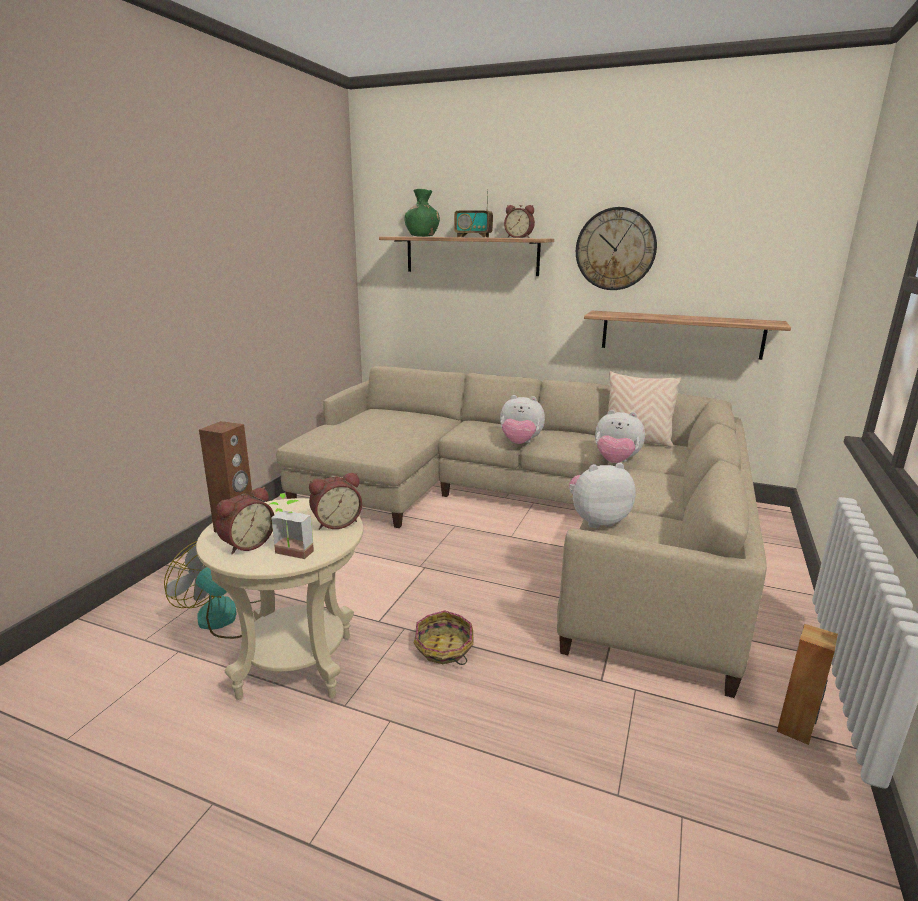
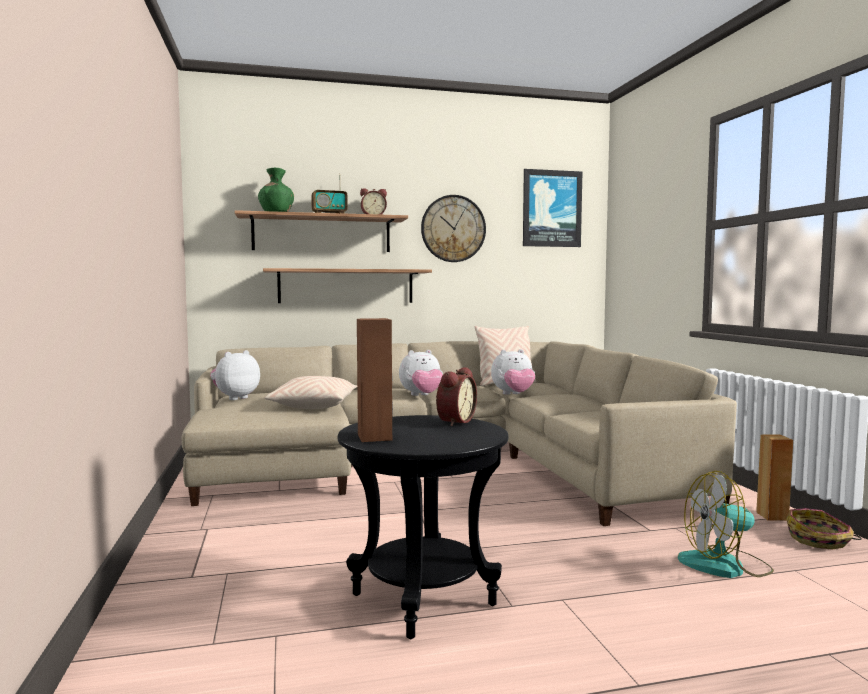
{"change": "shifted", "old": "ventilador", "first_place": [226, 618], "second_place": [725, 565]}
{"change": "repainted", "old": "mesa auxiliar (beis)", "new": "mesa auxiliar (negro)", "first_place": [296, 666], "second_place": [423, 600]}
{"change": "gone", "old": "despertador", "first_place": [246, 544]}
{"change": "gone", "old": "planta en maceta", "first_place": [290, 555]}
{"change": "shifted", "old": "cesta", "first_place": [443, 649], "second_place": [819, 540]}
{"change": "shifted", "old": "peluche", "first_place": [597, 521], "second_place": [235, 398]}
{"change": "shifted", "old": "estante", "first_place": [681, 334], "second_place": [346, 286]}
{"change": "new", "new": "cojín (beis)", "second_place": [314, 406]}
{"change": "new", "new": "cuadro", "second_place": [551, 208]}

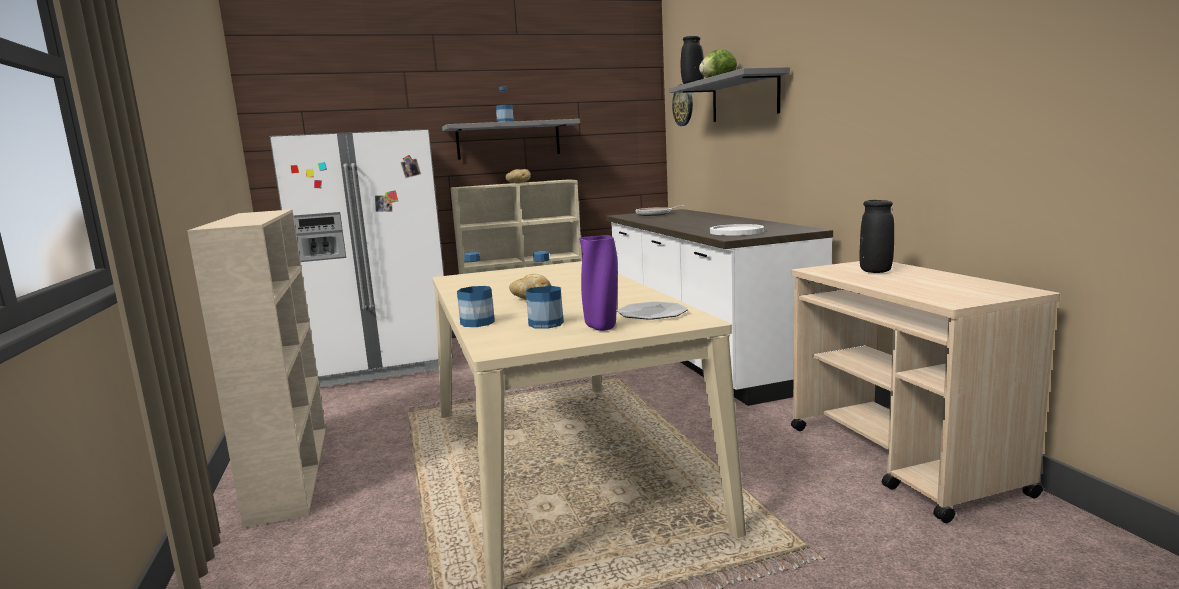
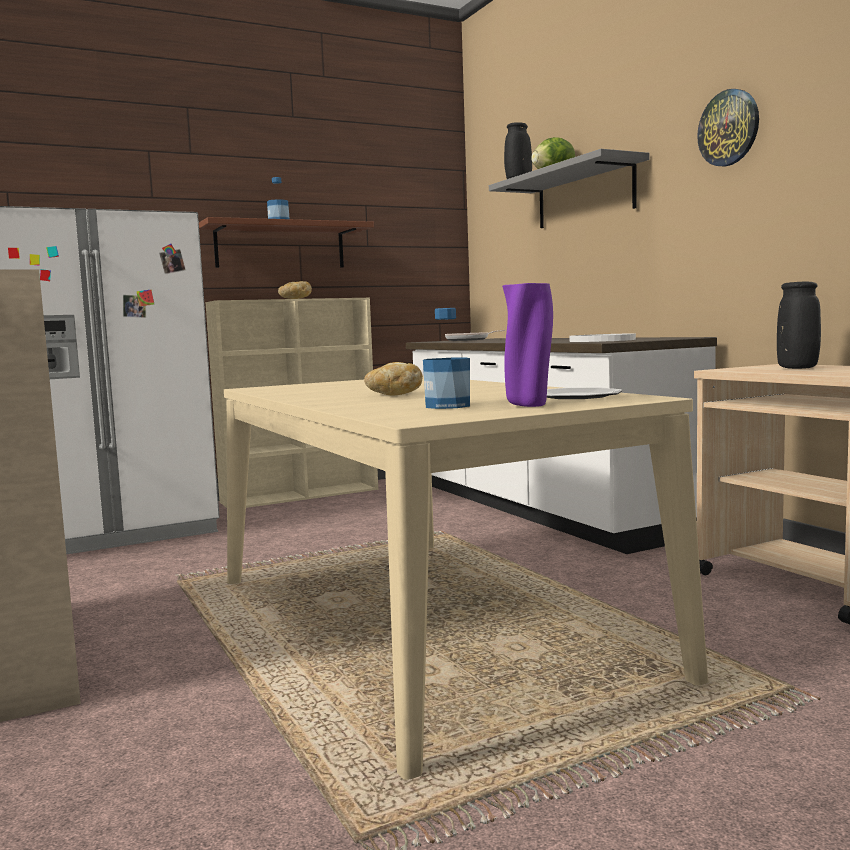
{"change": "repainted", "old": "estante (gris)", "new": "estante (marrón)", "first_place": [508, 140], "second_place": [280, 246]}
{"change": "gone", "old": "botella", "first_place": [477, 322]}
{"change": "shifted", "old": "reloj de pared", "first_place": [683, 105], "second_place": [729, 128]}

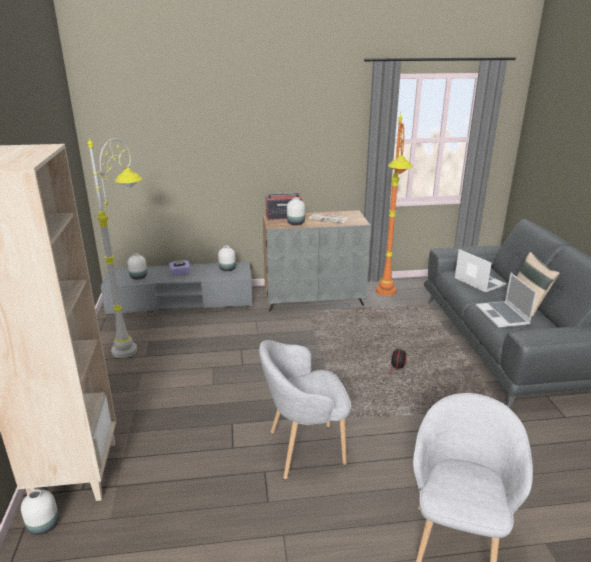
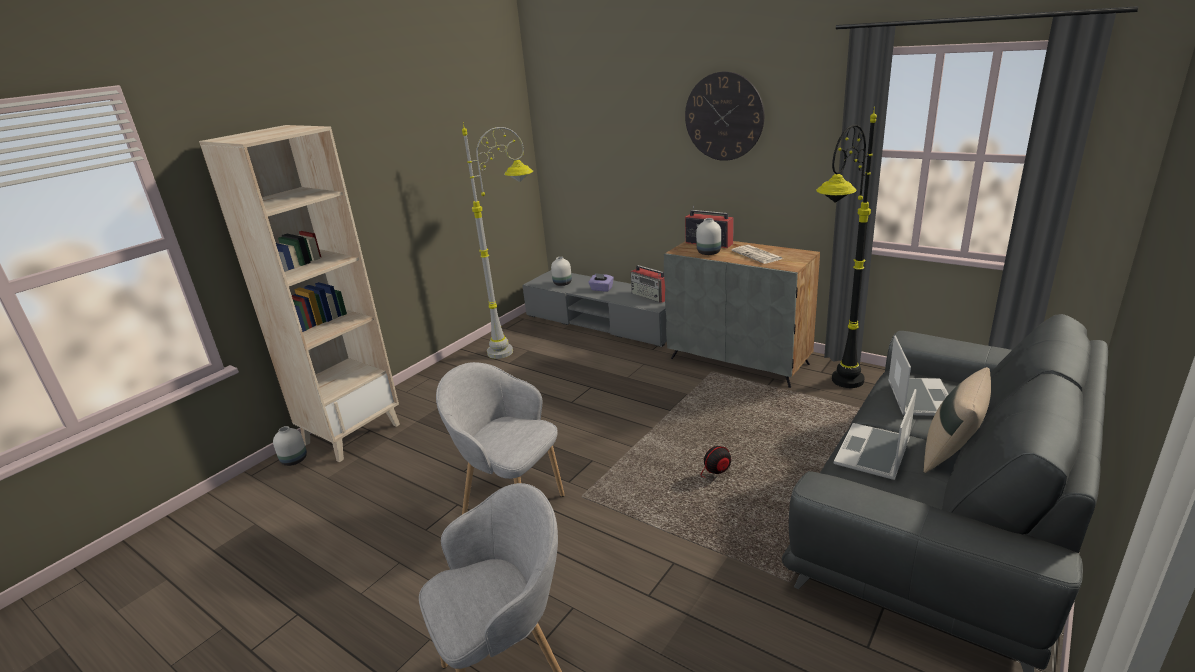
{"change": "swapped", "old": "florero (blanco)", "new": "radio", "first_place": [228, 269], "second_place": [651, 296]}
{"change": "repainted", "old": "lámpara de pie (naranja)", "new": "lámpara de pie (negro)", "first_place": [387, 299], "second_place": [833, 390]}
{"change": "new", "new": "reloj de pared", "second_place": [724, 116]}

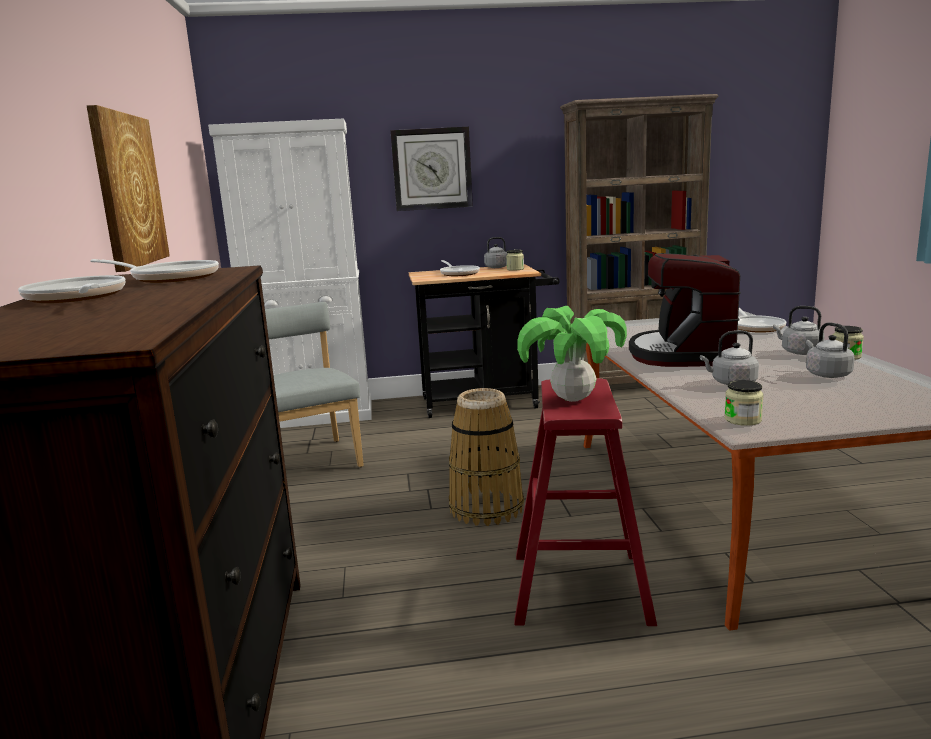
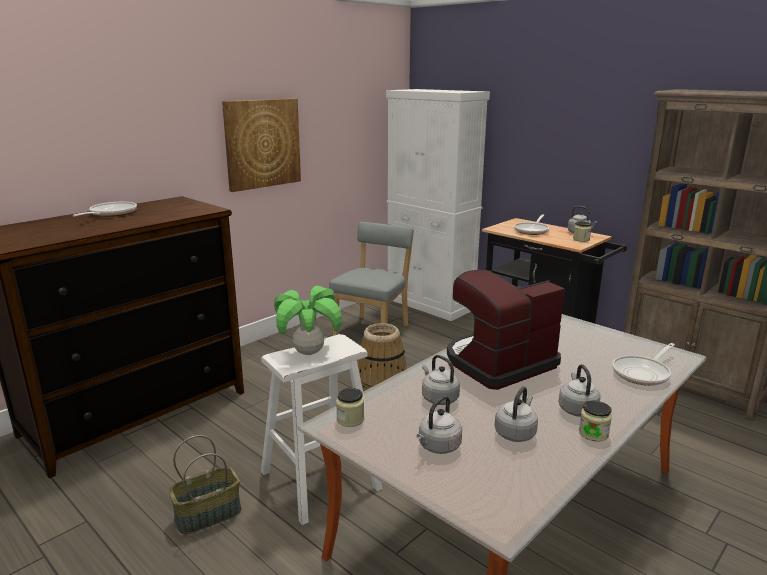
{"change": "gone", "old": "sartén", "first_place": [170, 278]}
{"change": "gone", "old": "reloj de pared", "first_place": [432, 169]}
{"change": "repainted", "old": "taburete (rojo)", "new": "taburete (blanco)", "first_place": [580, 587], "second_place": [320, 480]}
{"change": "new", "new": "cesta", "second_place": [208, 514]}
{"change": "new", "new": "hervidor (gris)", "second_place": [438, 447]}

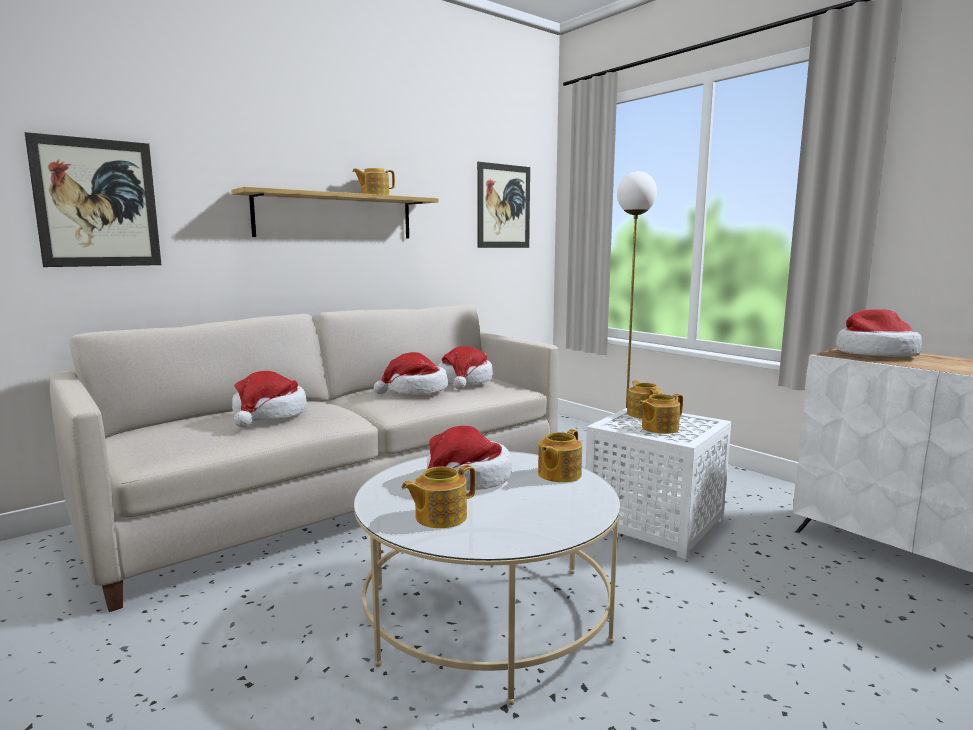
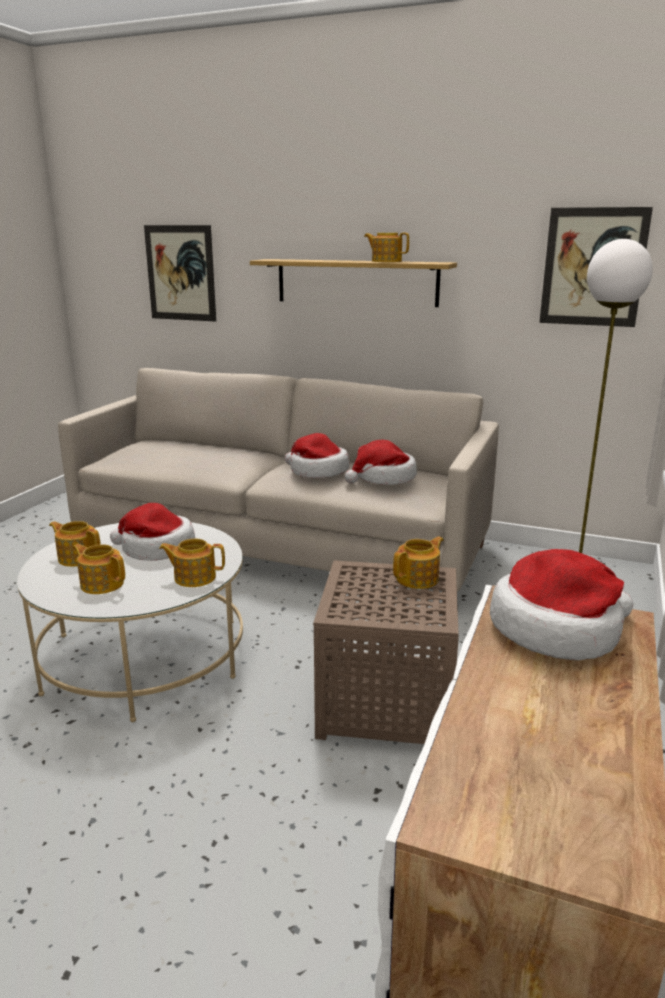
{"change": "gone", "old": "sombrero", "first_place": [269, 415]}
{"change": "repainted", "old": "mesa auxiliar (blanco)", "new": "mesa auxiliar (marrón)", "first_place": [653, 521], "second_place": [388, 702]}
{"change": "shifted", "old": "tetera", "first_place": [659, 428], "second_place": [102, 584]}

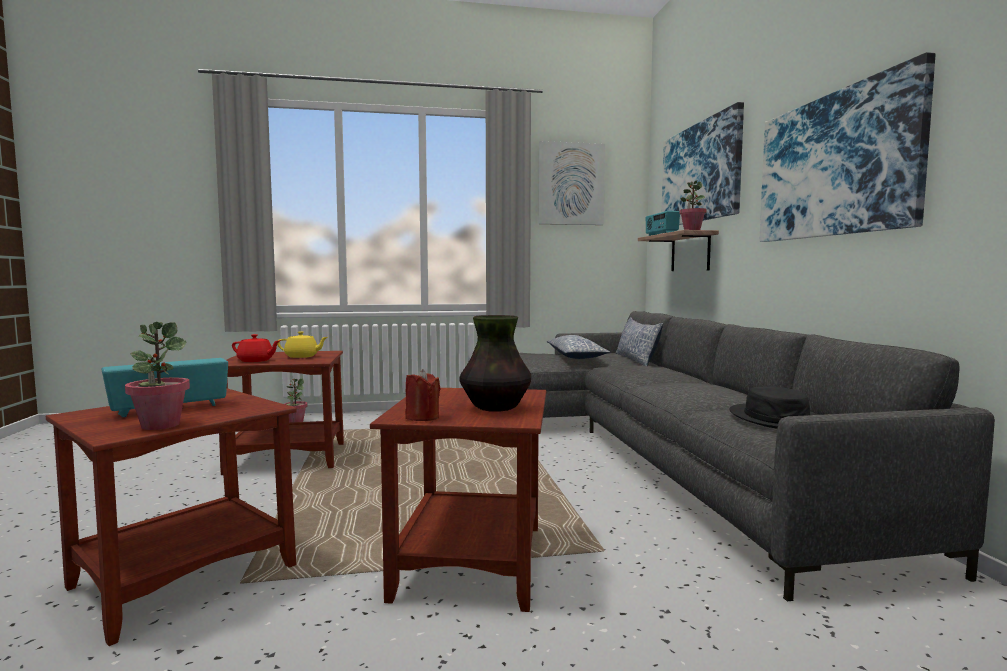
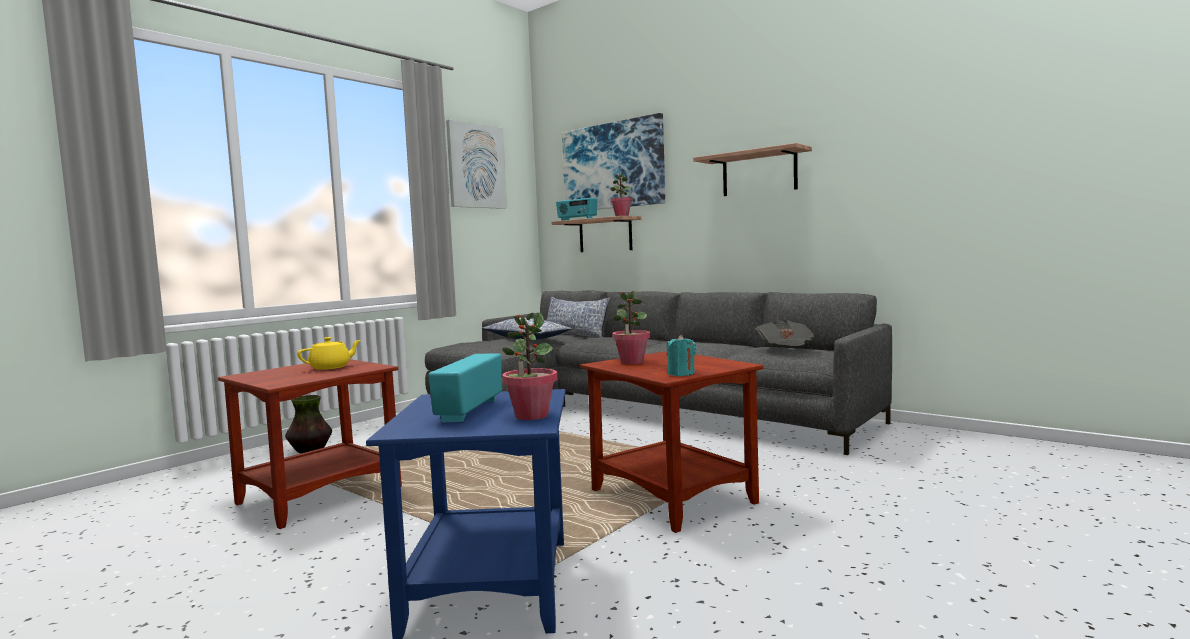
{"change": "repainted", "old": "mesa auxiliar (marrón)", "new": "mesa auxiliar (azul)", "first_place": [185, 578], "second_place": [492, 585]}
{"change": "gone", "old": "tetera (rojo)", "first_place": [256, 361]}
{"change": "shifted", "old": "planta en maceta", "first_place": [295, 421], "second_place": [631, 362]}
{"change": "repainted", "old": "vela (rojo)", "new": "vela (turquesa)", "first_place": [422, 417], "second_place": [681, 374]}
{"change": "shifted", "old": "florero", "first_place": [495, 408], "second_place": [310, 451]}
{"change": "swapped", "old": "sombrero (negro)", "new": "periódico", "first_place": [776, 418], "second_place": [786, 349]}
{"change": "swapped", "old": "cuadro", "new": "estante", "first_place": [835, 165], "second_place": [759, 173]}

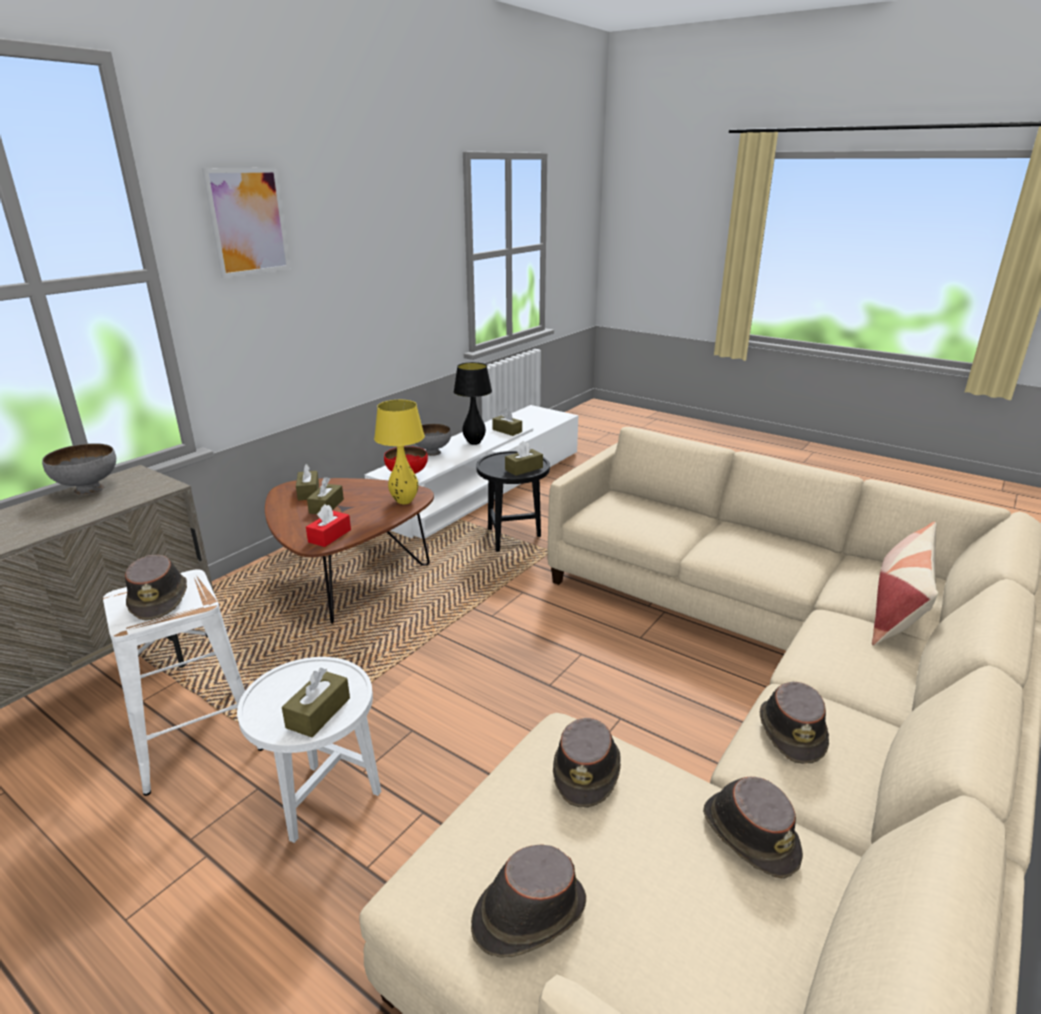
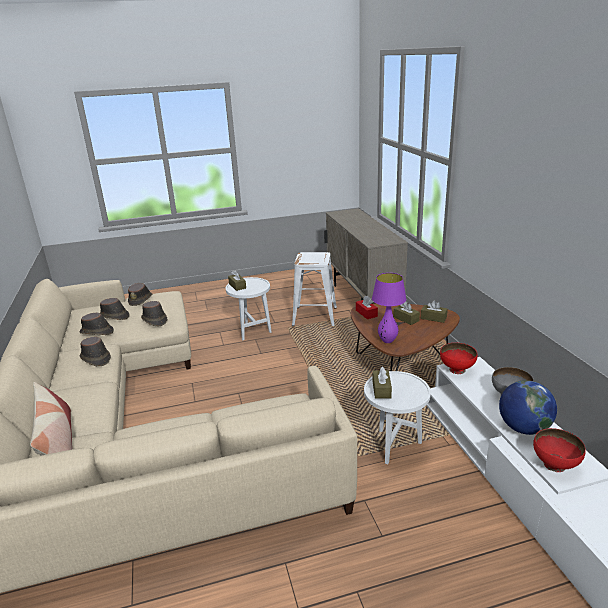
{"change": "gone", "old": "cuenco (gris)", "first_place": [88, 489]}
{"change": "shifted", "old": "sombrero (marrón)", "first_place": [160, 599], "second_place": [114, 316]}
{"change": "gone", "old": "cuadro", "first_place": [248, 222]}
{"change": "repainted", "old": "lámpara de mesa (amarillo)", "new": "lámpara de mesa (morado)", "first_place": [404, 501], "second_place": [387, 341]}
{"change": "swapped", "old": "lámpara de mesa (negro)", "new": "globo terráqueo", "first_place": [474, 443], "second_place": [523, 428]}
{"change": "repainted", "old": "mesa auxiliar (negro)", "new": "mesa auxiliar (blanco)", "first_place": [513, 538], "second_place": [394, 448]}
{"change": "swapped", "old": "caja de pañuelos (marrón)", "new": "cuenco (rojo)", "first_place": [507, 431], "second_place": [554, 465]}

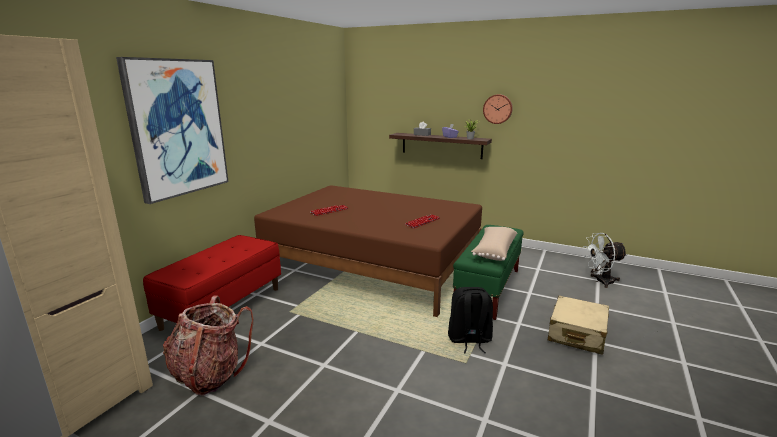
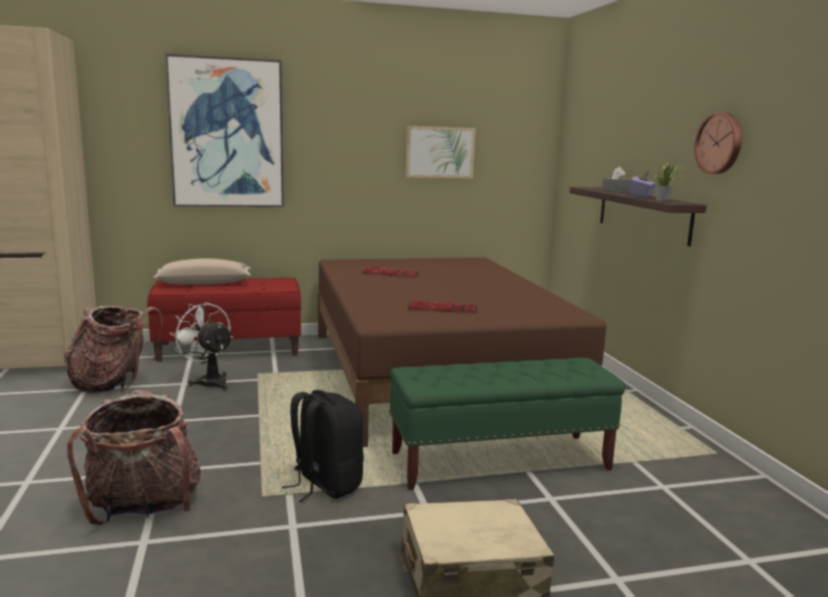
{"change": "shifted", "old": "cojín (beis)", "first_place": [493, 251], "second_place": [204, 283]}
{"change": "shifted", "old": "ventilador (blanco)", "first_place": [600, 281], "second_place": [209, 381]}
{"change": "new", "new": "mochila", "second_place": [144, 508]}
{"change": "new", "new": "cuadro", "second_place": [439, 152]}

